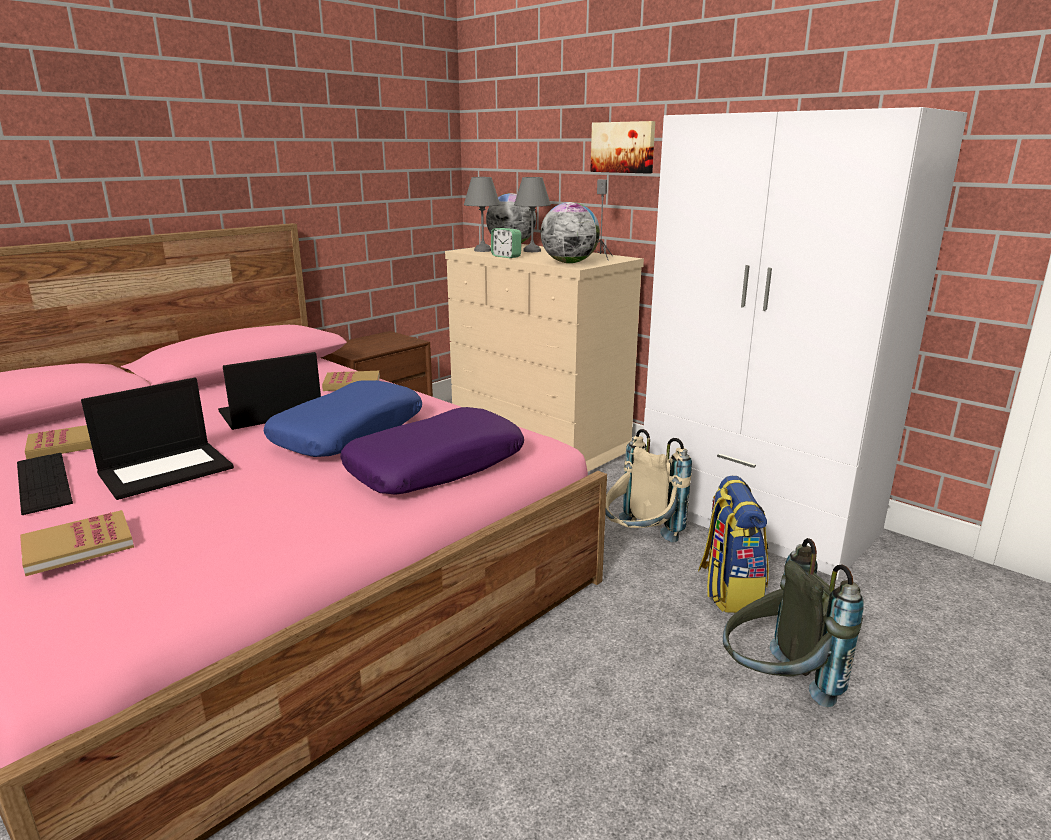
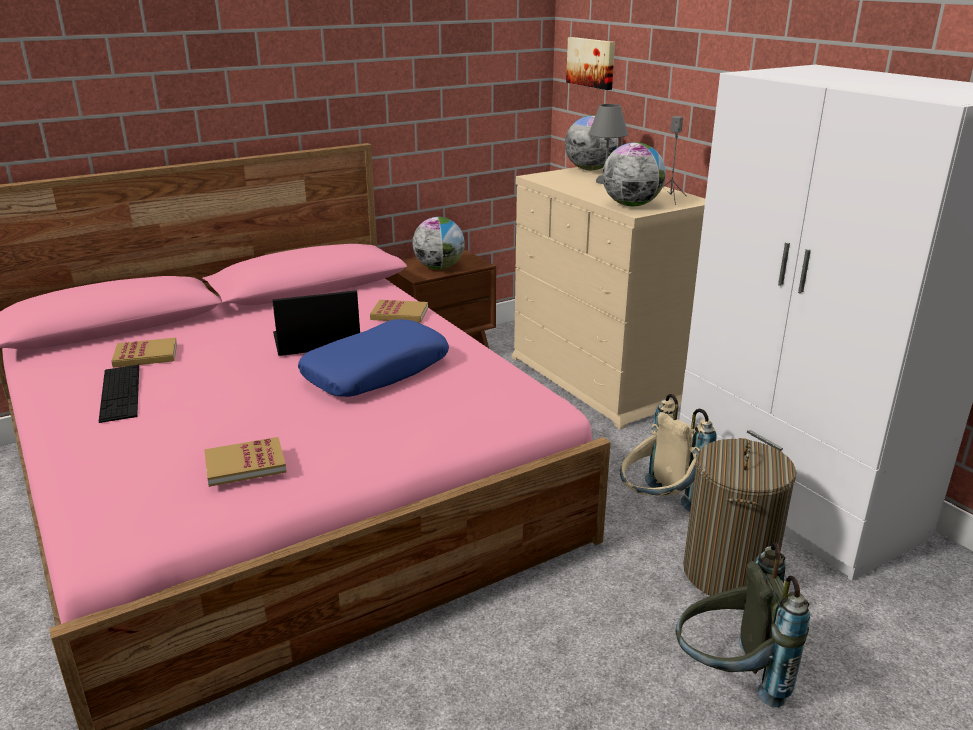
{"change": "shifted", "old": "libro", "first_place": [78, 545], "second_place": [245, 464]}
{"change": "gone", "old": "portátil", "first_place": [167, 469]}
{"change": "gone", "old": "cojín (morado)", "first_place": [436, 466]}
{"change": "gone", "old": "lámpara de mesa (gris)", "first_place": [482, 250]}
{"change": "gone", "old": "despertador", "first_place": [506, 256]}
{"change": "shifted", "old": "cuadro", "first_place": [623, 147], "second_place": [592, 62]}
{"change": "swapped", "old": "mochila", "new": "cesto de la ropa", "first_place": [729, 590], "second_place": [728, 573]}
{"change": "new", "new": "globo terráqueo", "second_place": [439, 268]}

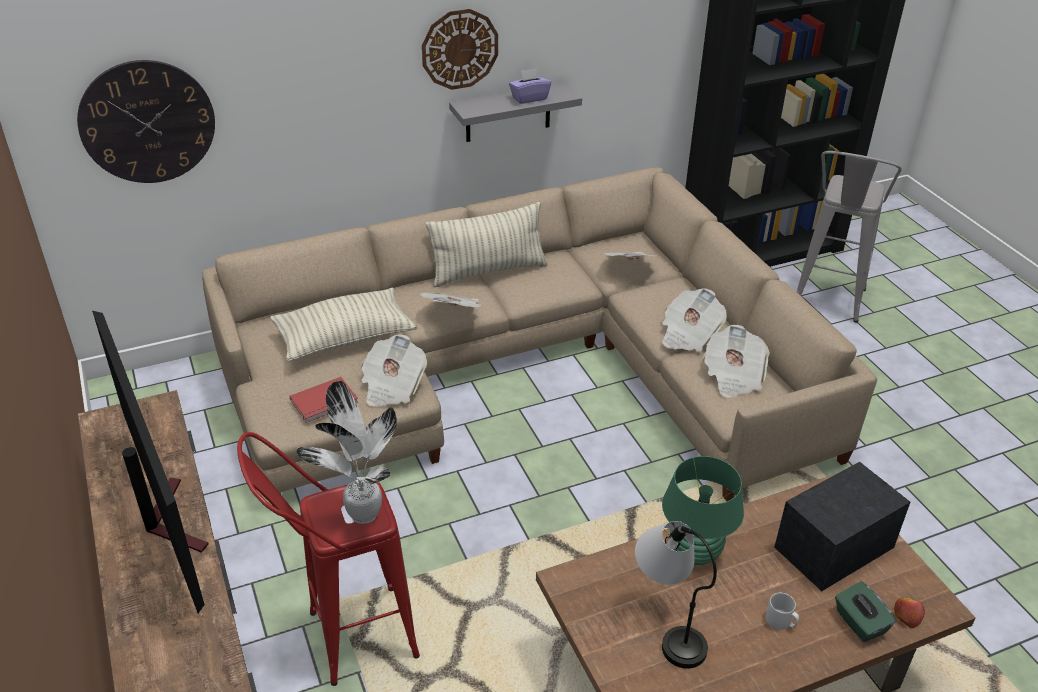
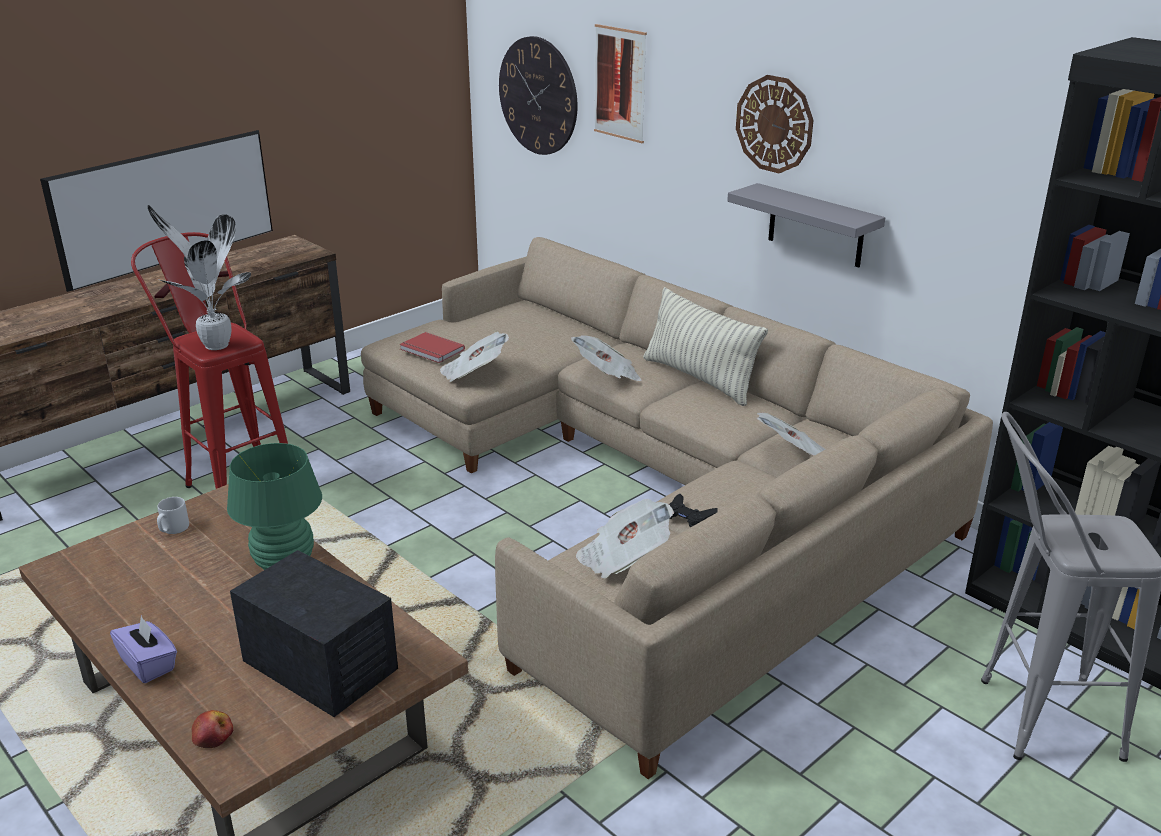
{"change": "gone", "old": "cojín", "first_place": [345, 338]}
{"change": "shifted", "old": "caja de pañuelos (morado)", "first_place": [529, 98], "second_place": [149, 664]}
{"change": "gone", "old": "lámpara de mesa", "first_place": [668, 625]}
{"change": "swapped", "old": "periódico", "new": "mando de consola (negro)", "first_place": [689, 335], "second_place": [688, 516]}
{"change": "shifted", "old": "taza grande (gris)", "first_place": [781, 622], "second_place": [173, 529]}
{"change": "gone", "old": "caja de pañuelos (verde)", "first_place": [859, 623]}
{"change": "new", "new": "cuadro", "second_place": [620, 83]}

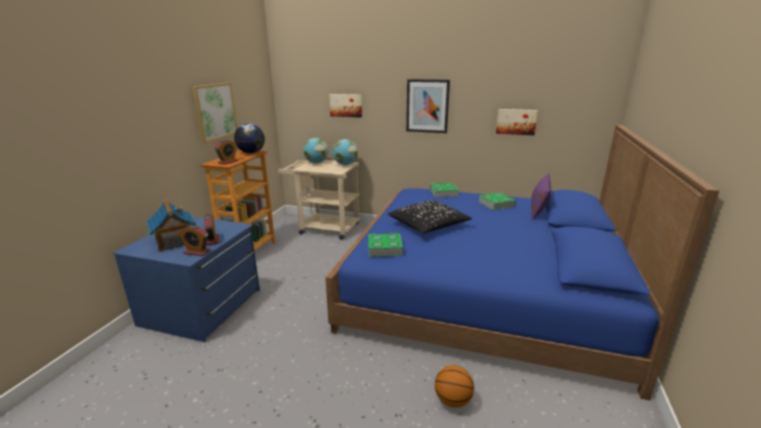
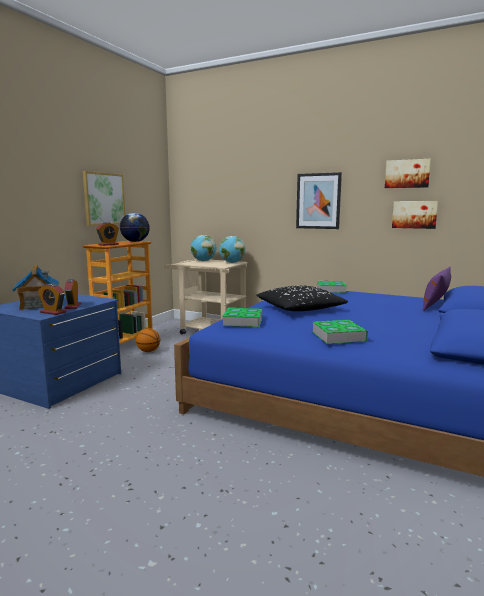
{"change": "shifted", "old": "cuadro", "first_place": [346, 105], "second_place": [407, 174]}
{"change": "shifted", "old": "balón de baloncesto", "first_place": [453, 400], "second_place": [148, 351]}
{"change": "shifted", "old": "libro", "first_place": [496, 204], "second_place": [338, 336]}

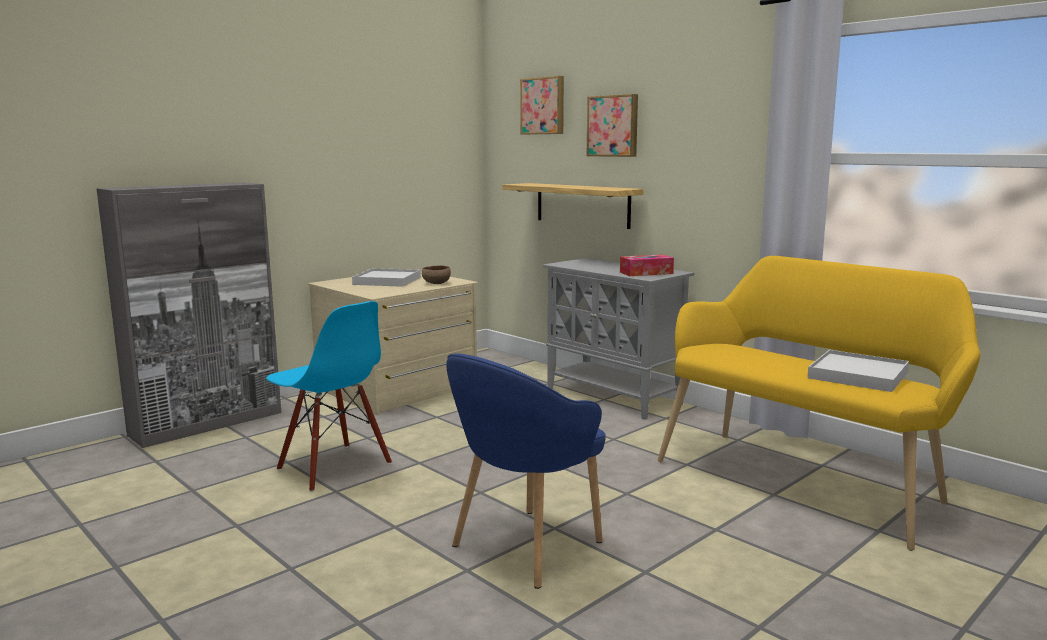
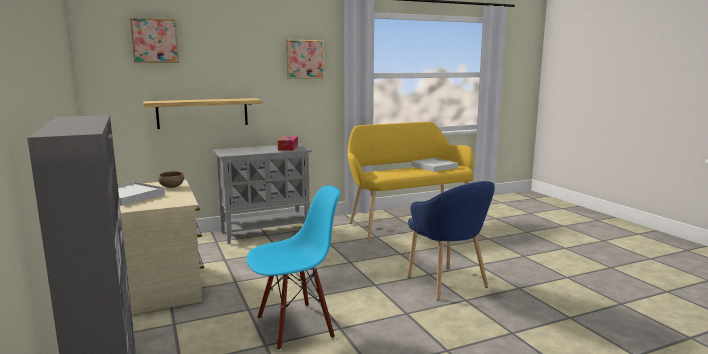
{"change": "shifted", "old": "cuadro", "first_place": [613, 126], "second_place": [304, 59]}

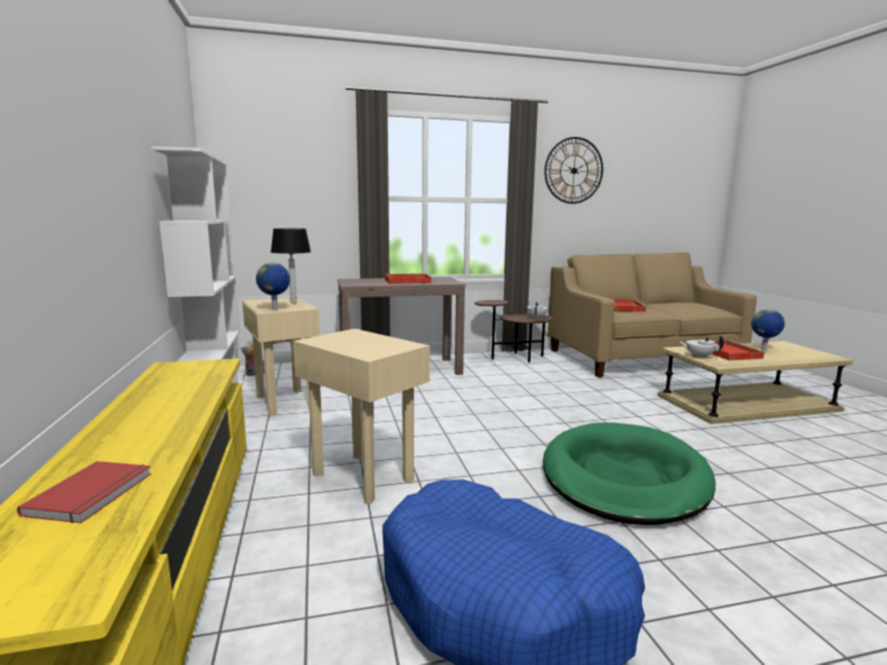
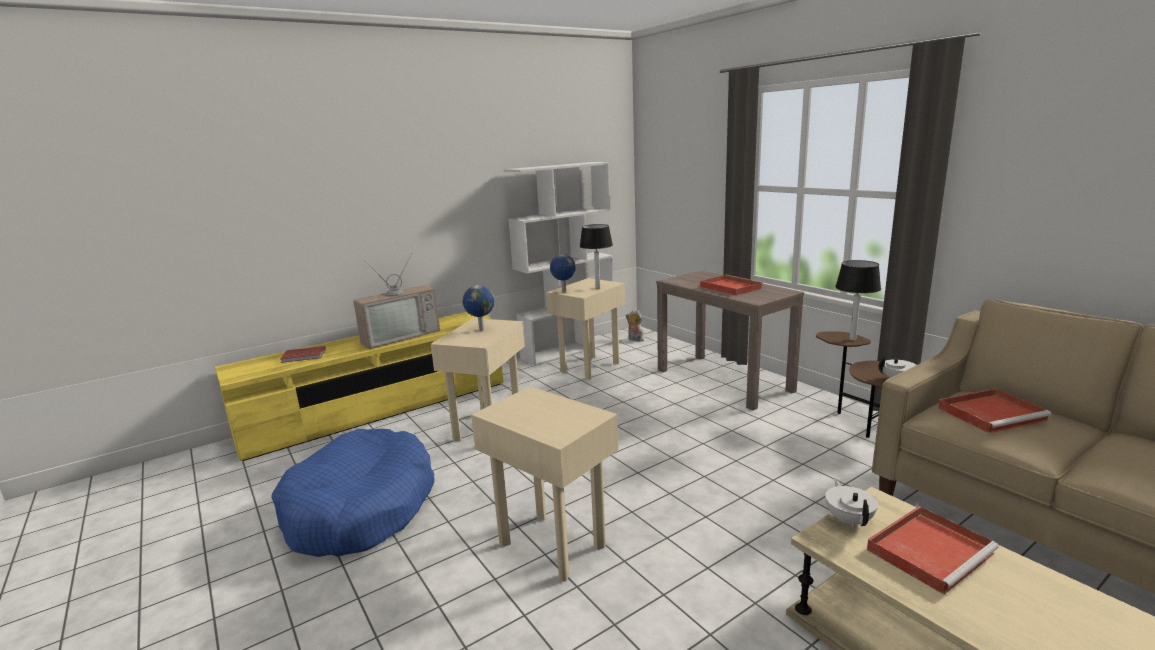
{"change": "swapped", "old": "cama para perro (verde)", "new": "mesa auxiliar (beis)", "first_place": [624, 478], "second_place": [552, 544]}
{"change": "gone", "old": "reloj de pared", "first_place": [574, 170]}
{"change": "shifted", "old": "globo terráqueo", "first_place": [764, 350], "second_place": [480, 330]}
{"change": "new", "new": "televisor", "second_place": [399, 335]}
{"change": "new", "new": "lámpara de mesa", "second_place": [852, 339]}

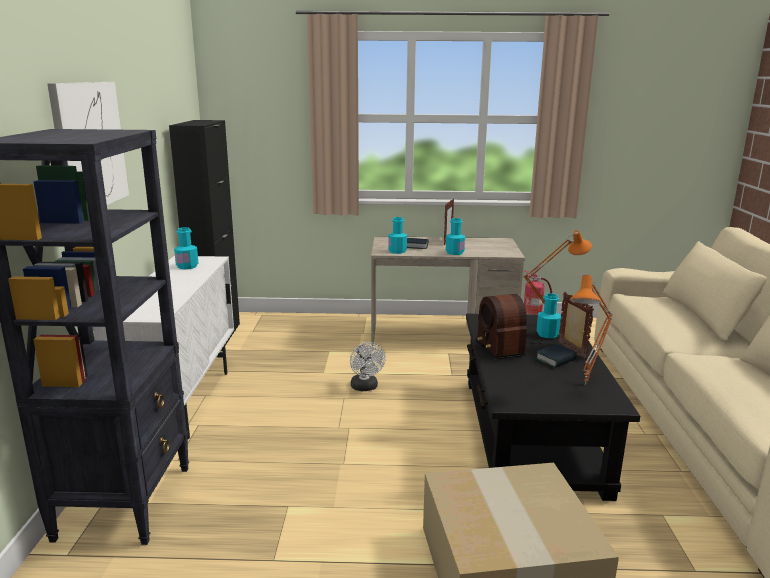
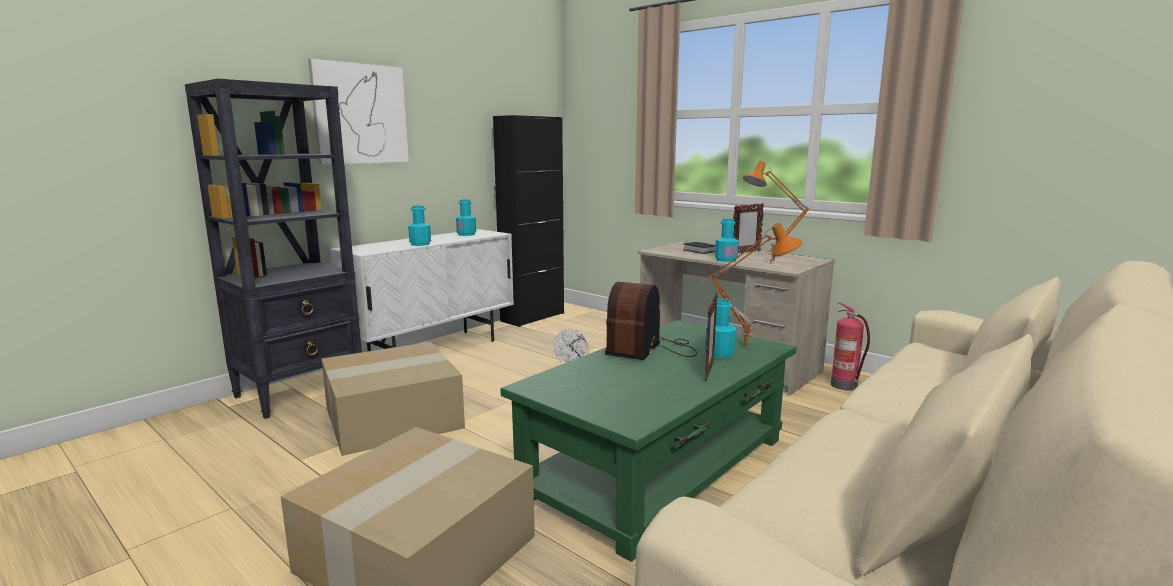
{"change": "shifted", "old": "botella (turquesa)", "first_place": [397, 251], "second_place": [420, 244]}
{"change": "repainted", "old": "mesa de centro (negro)", "new": "mesa de centro (verde)", "first_place": [530, 433], "second_place": [657, 467]}
{"change": "gone", "old": "libro", "first_place": [556, 359]}
{"change": "shifted", "old": "lámpara de mesa (naranja)", "first_place": [587, 385], "second_place": [772, 264]}
{"change": "new", "new": "caja de cartón", "second_place": [394, 417]}

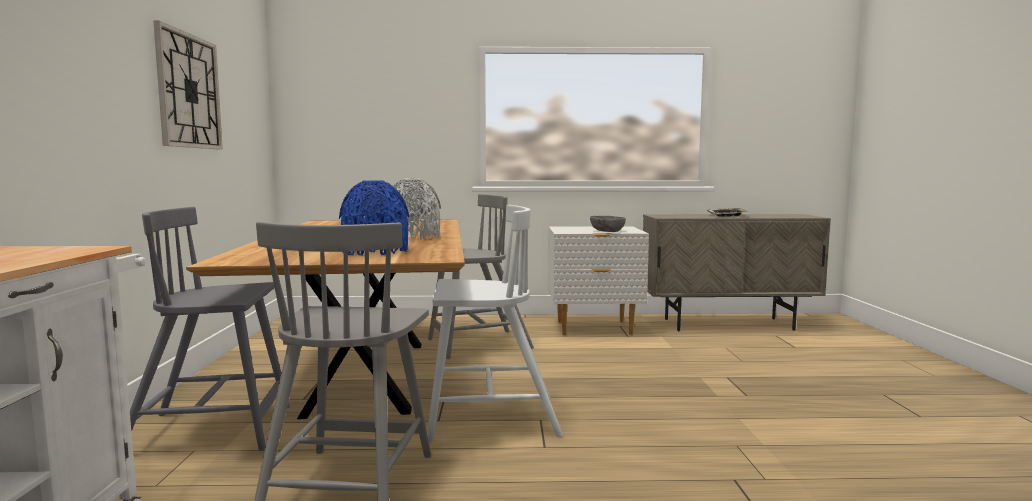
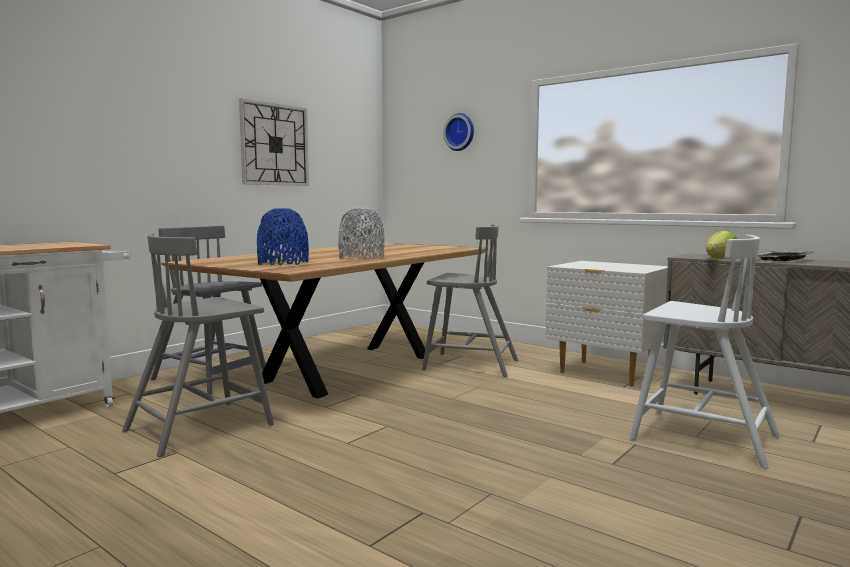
{"change": "shifted", "old": "silla (blanco)", "first_place": [489, 418], "second_place": [701, 437]}
{"change": "gone", "old": "cuenco (gris)", "first_place": [607, 231]}
{"change": "new", "new": "reloj de pared", "second_place": [460, 132]}
{"change": "new", "new": "lechuga", "second_place": [719, 258]}

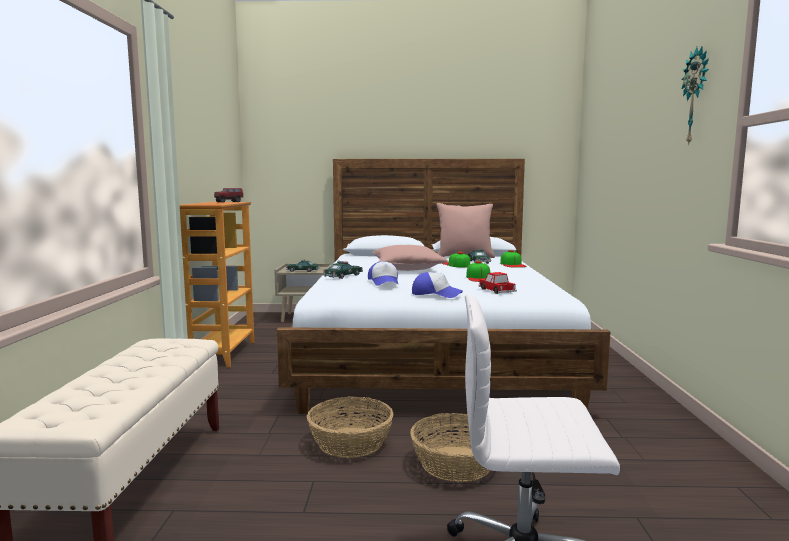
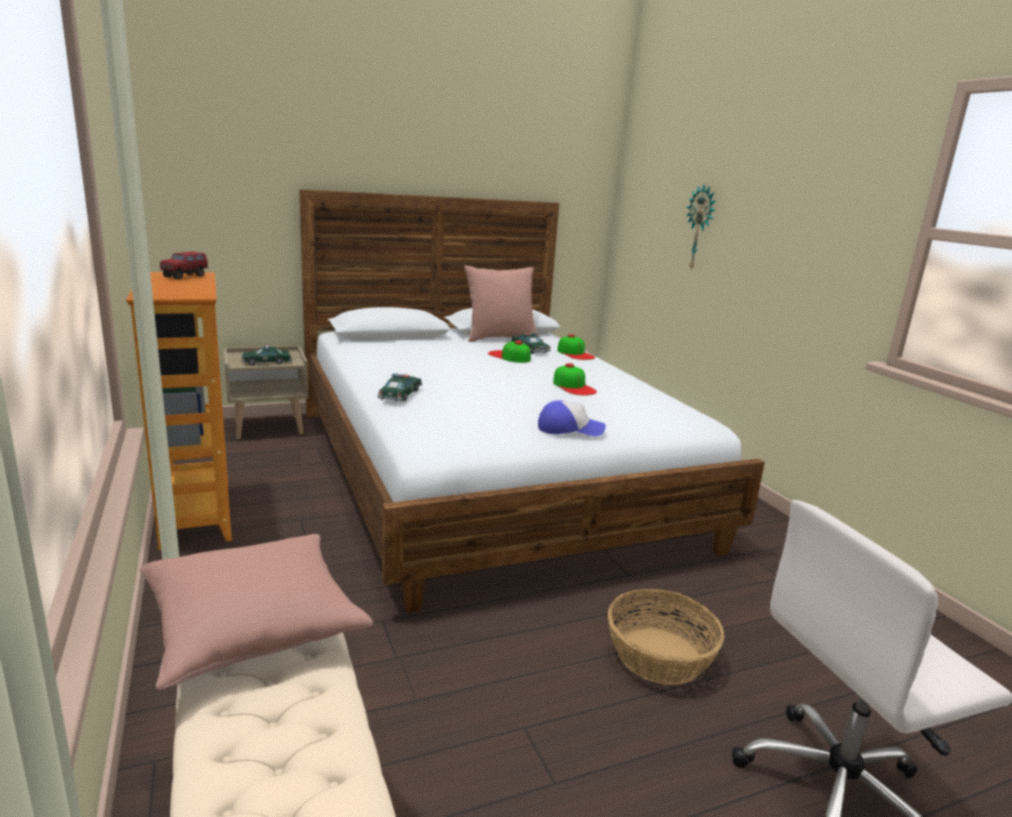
{"change": "gone", "old": "cesta", "first_place": [350, 442]}
{"change": "gone", "old": "gorra", "first_place": [384, 282]}
{"change": "shifted", "old": "cojín (rosa)", "first_place": [408, 269], "second_place": [253, 625]}
{"change": "gone", "old": "coche de juguete", "first_place": [496, 290]}
{"change": "shifted", "old": "reloj de pared", "first_place": [696, 96], "second_place": [700, 228]}

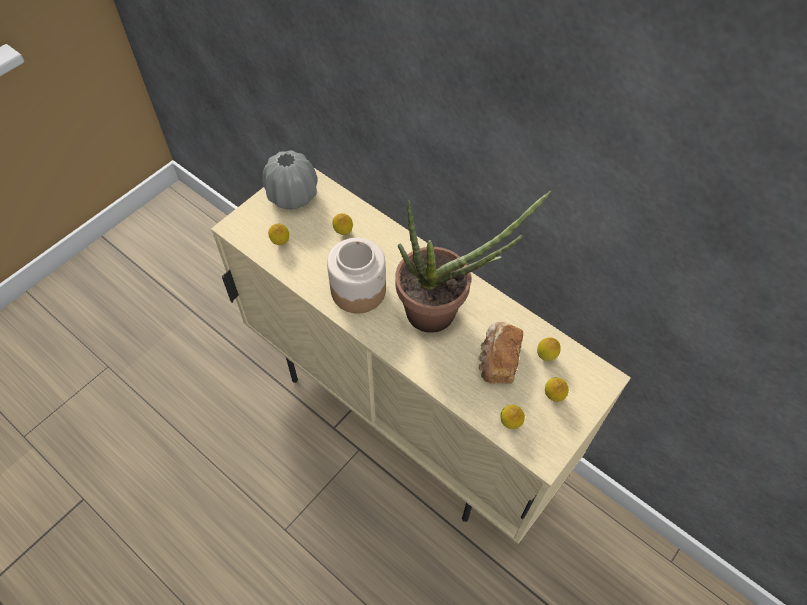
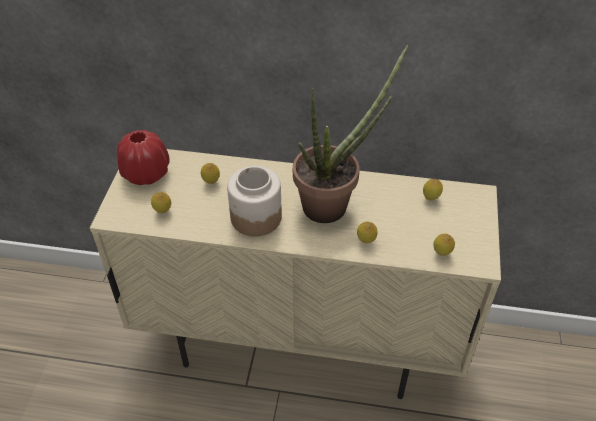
{"change": "repainted", "old": "florero (gris)", "new": "florero (rojo)", "first_place": [292, 196], "second_place": [146, 173]}
{"change": "gone", "old": "pan", "first_place": [497, 360]}
{"change": "shifted", "old": "limón", "first_place": [553, 396], "second_place": [366, 241]}

